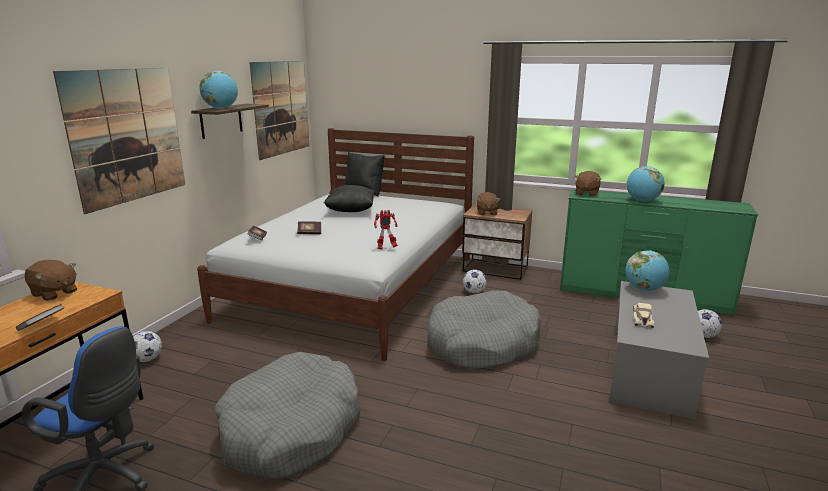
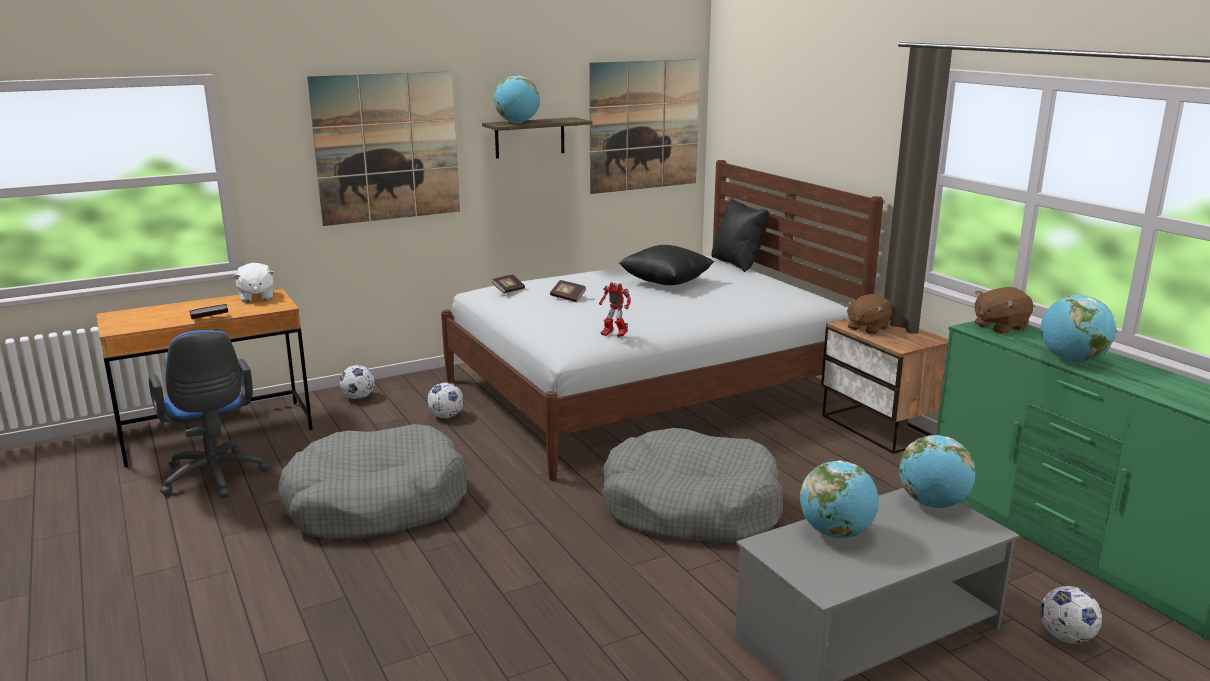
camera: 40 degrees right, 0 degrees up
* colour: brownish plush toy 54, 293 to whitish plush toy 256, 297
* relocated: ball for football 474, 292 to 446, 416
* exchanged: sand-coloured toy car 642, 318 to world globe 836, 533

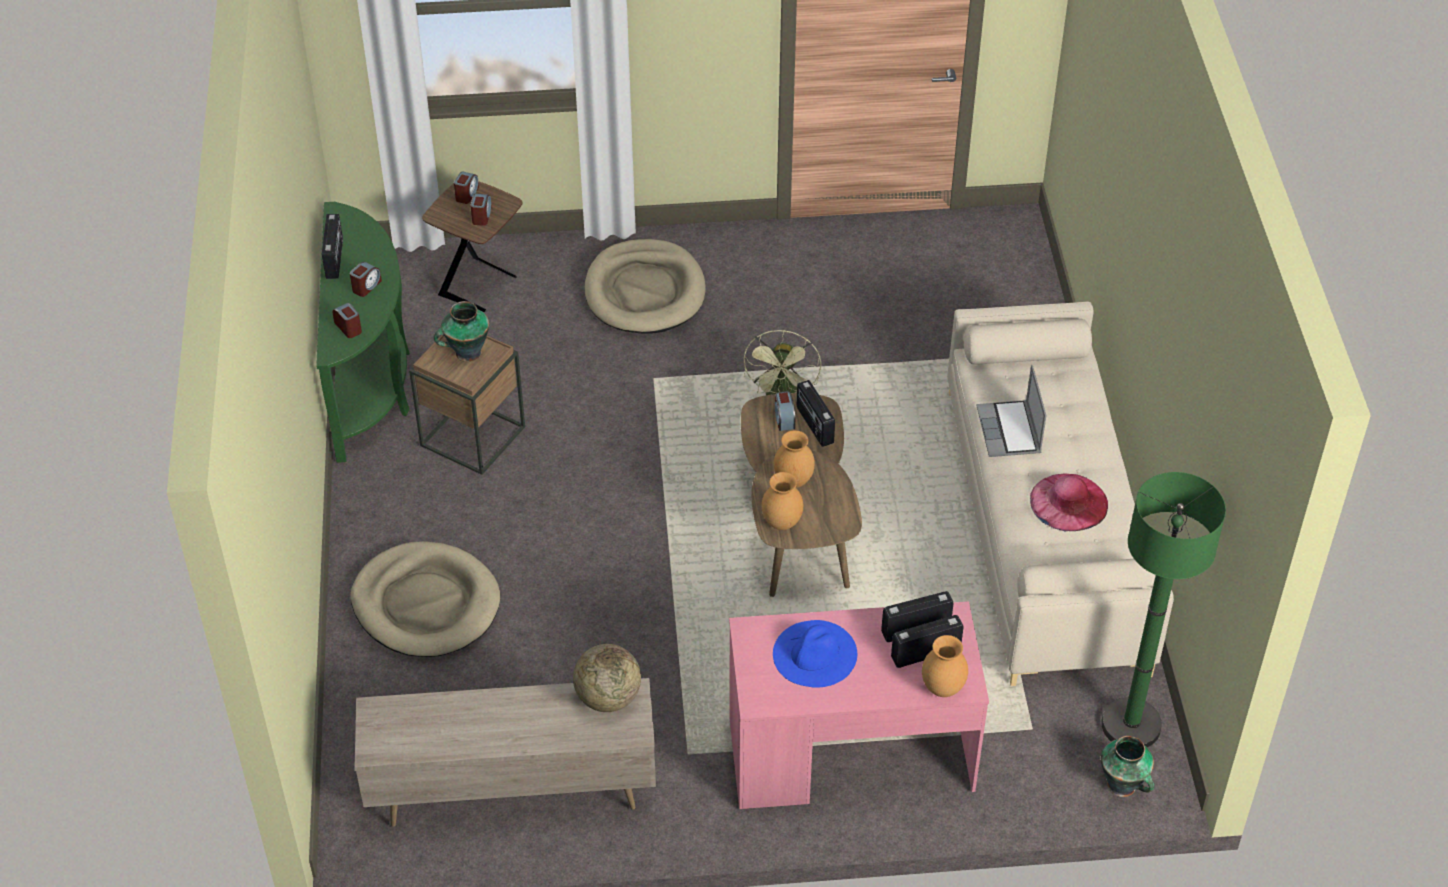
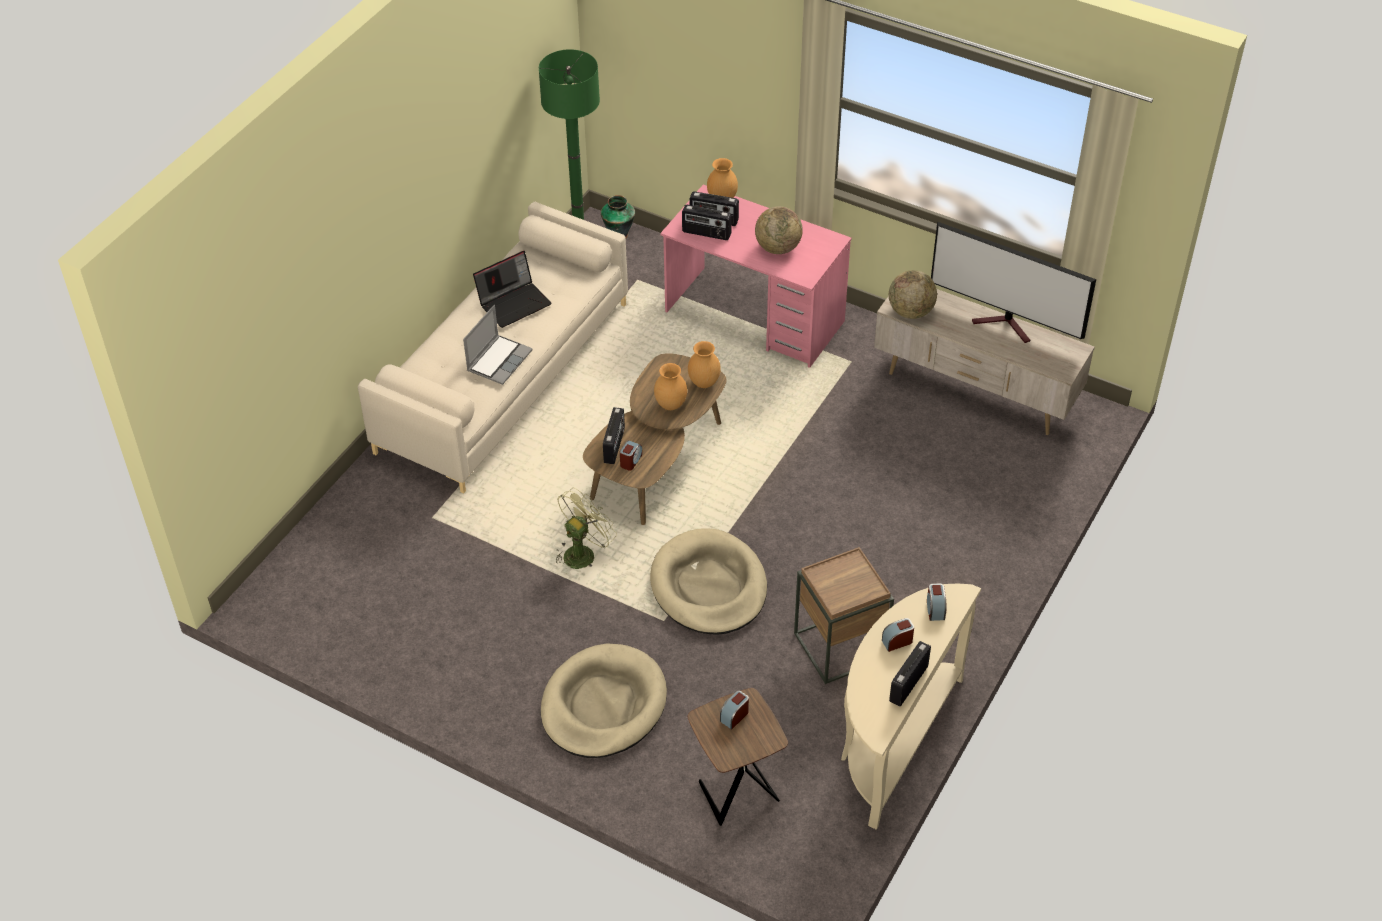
camera: 145 degrees left, 0 degrees up
* exchanged: pinkish clothing hat 1068, 502 to laptop 514, 302
* relocated: sand-coloured dog cushion 426, 604 to 709, 586
* exchanged: blue-coloured clothing hat 815, 654 to world globe 778, 248
* colour: greenish hall table 370, 384 to sand-coloured hall table 893, 740
* appeared: television 1006, 325
* missing: decorative vase 467, 353
* missing: table clock 467, 194

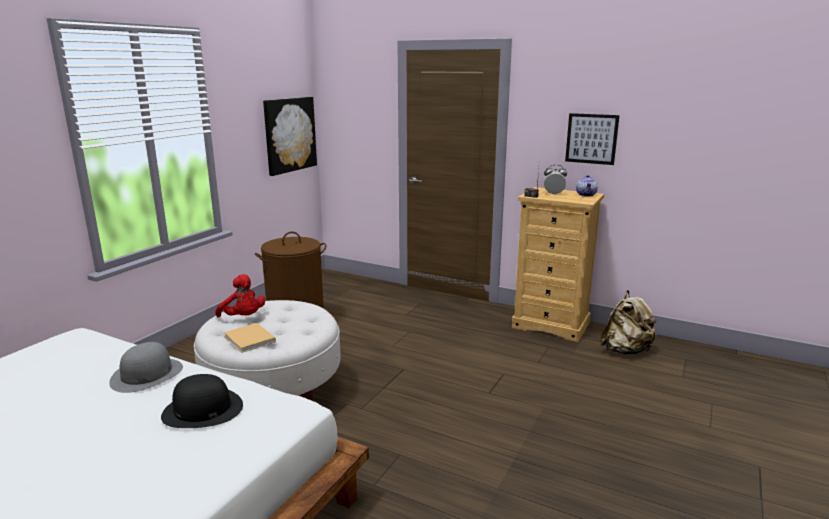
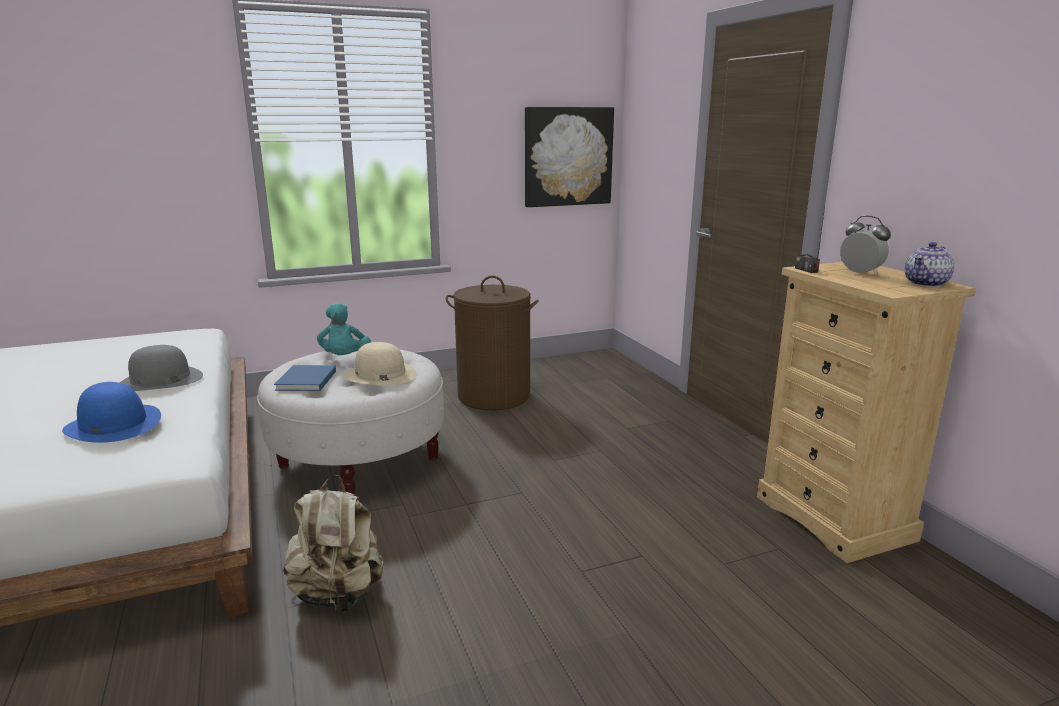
camera: 40 degrees right, 0 degrees up
* colour: black-coloured clothing hat 202, 410 to blue-coloured clothing hat 113, 424
* colour: sand-coloured book 250, 340 to blue-coloured book 305, 381
* relocated: sand-coloured rucksack 625, 350 to 338, 594
* colour: reddish plush toy 243, 318 to turquoise-coloured plush toy 344, 359
* appeared: sand-coloured clothing hat 380, 375
* missing: wall art 591, 138

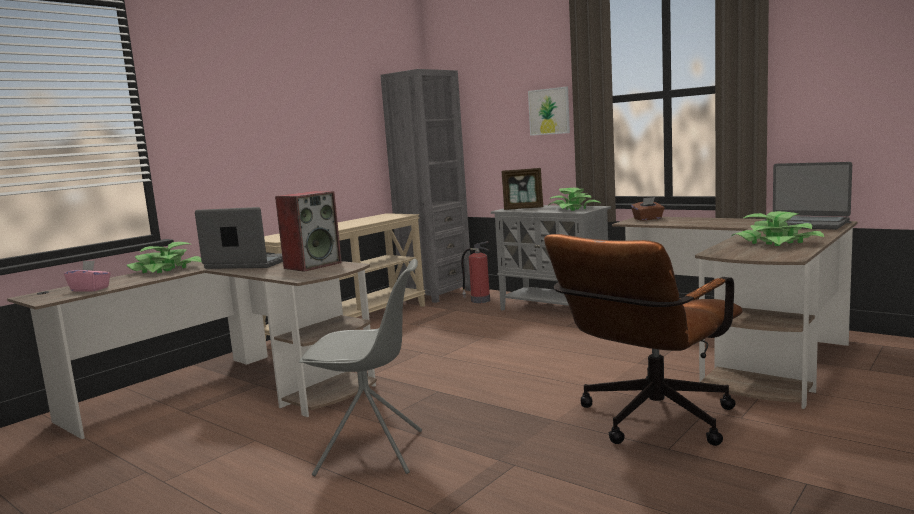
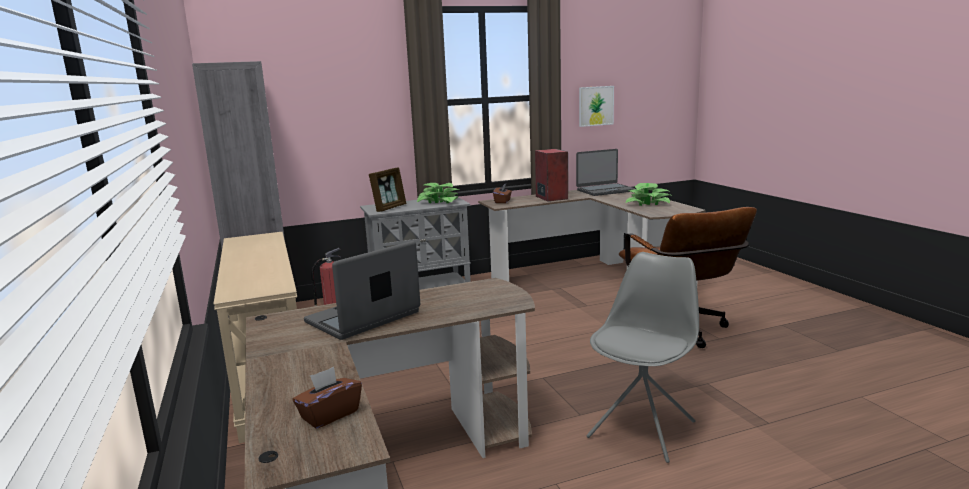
camera: 60 degrees left, 5 degrees up
* colour: pinkish tissue holder 90, 289 to brownish tissue holder 329, 415
* relocated: audio speaker 313, 265 to 551, 197
* relocated: wall art 549, 111 to 596, 106
* missing: houseplant 165, 270

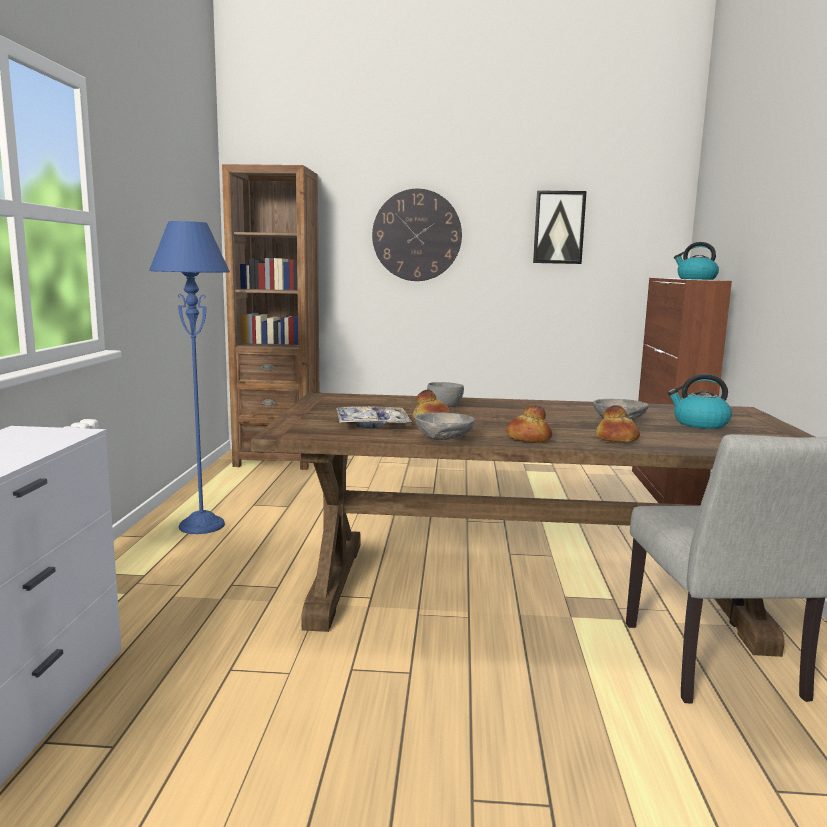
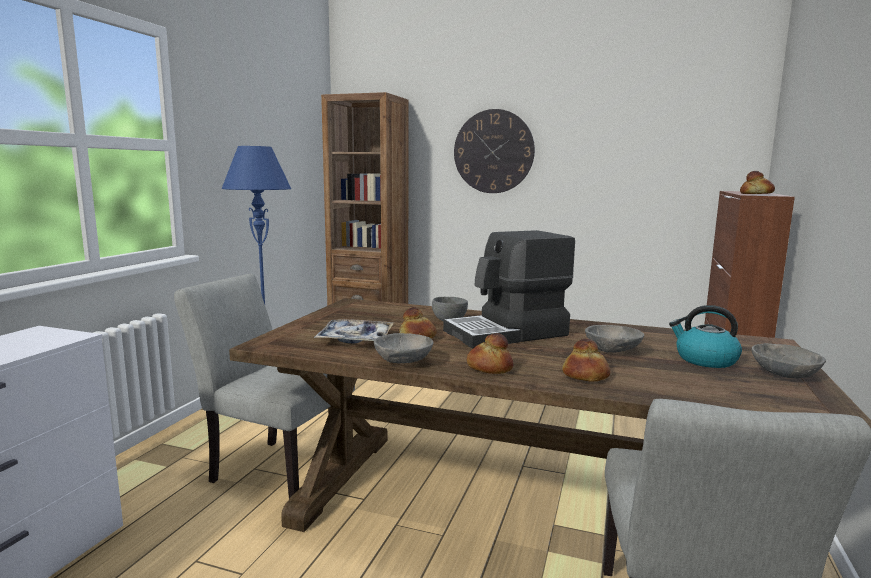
camera: 15 degrees right, 0 degrees up
* appeared: gray upright chair 274, 470
* appeared: coffee machine 507, 333
* exchanged: kettle 695, 279 to bakery bread 756, 194
* appeared: gray deep dish 783, 375
* missing: wall art 559, 227

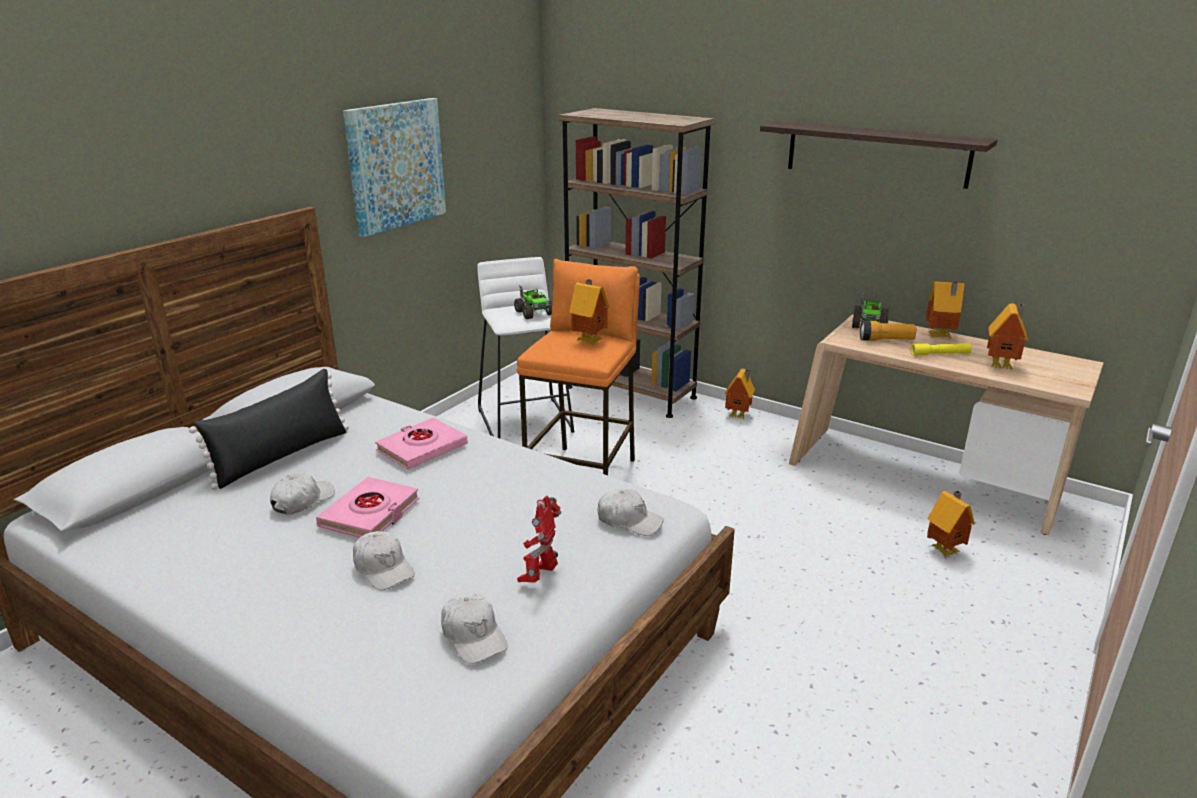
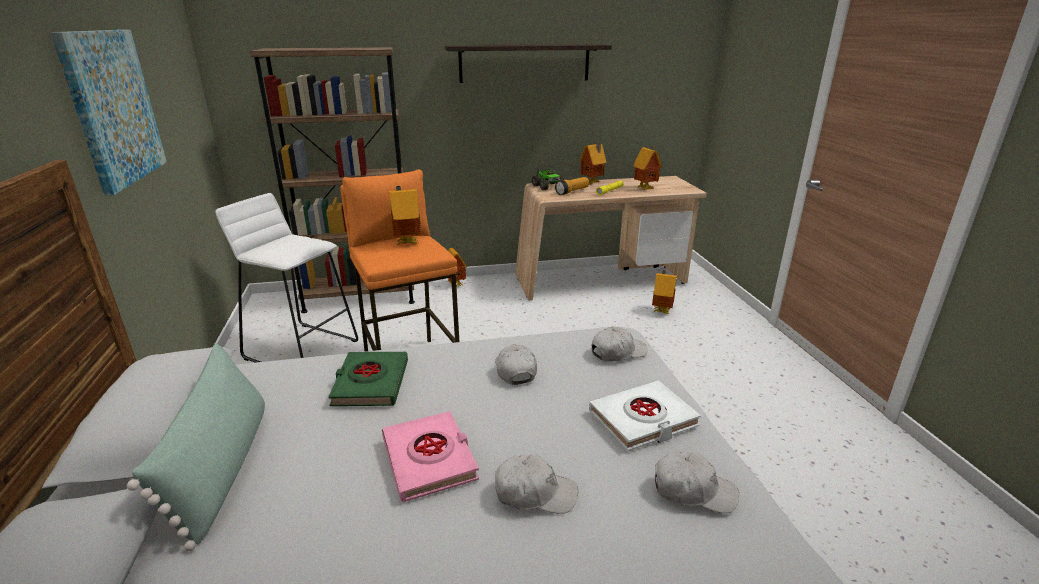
camera: 45 degrees left, 0 degrees up
* colour: black-coloured cushion 282, 456 to greenish cushion 222, 467
* colour: pinkish book 422, 448 to greenish book 370, 383
* relocated: whitish peaked cap 302, 501 to 515, 370
* exchanged: model robot 540, 577 to whitish book 643, 420
* missing: toy truck 535, 313

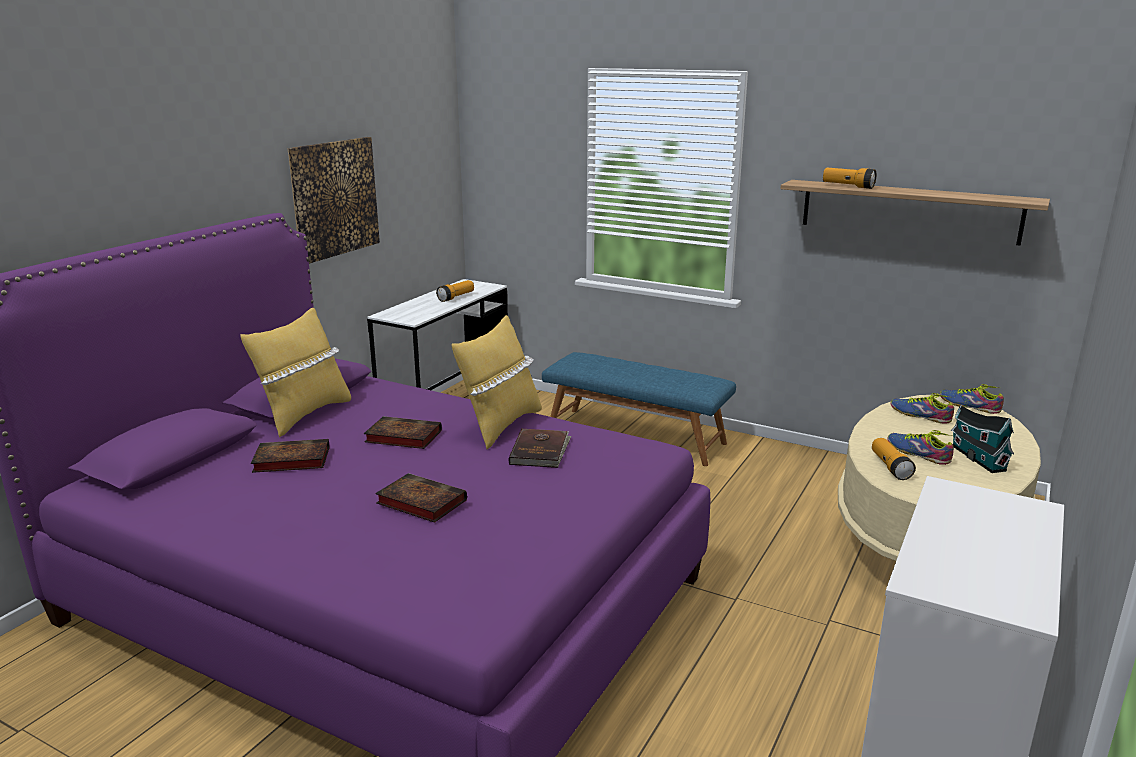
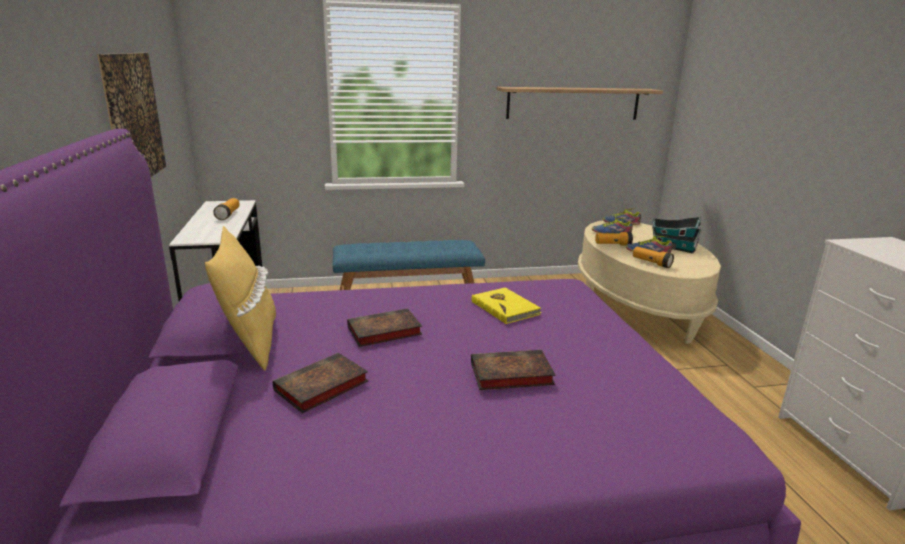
camera: 40 degrees left, 0 degrees up
* colour: brownish book 540, 451 to yellow-coloured book 505, 307
* relocated: flashlight 848, 186 to 613, 245
* missing: yellow-coloured cushion 500, 426

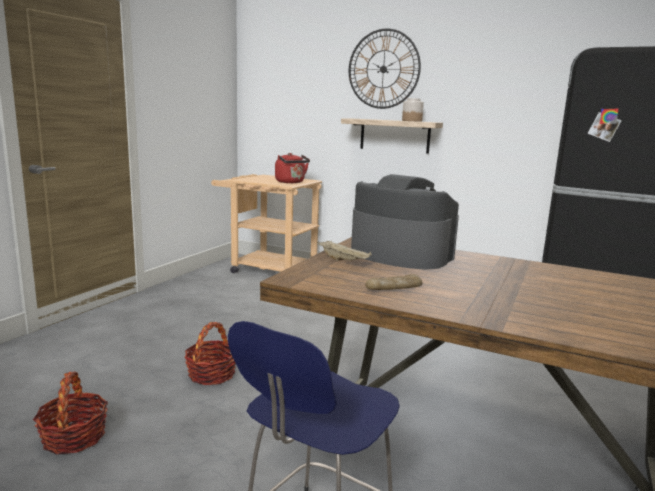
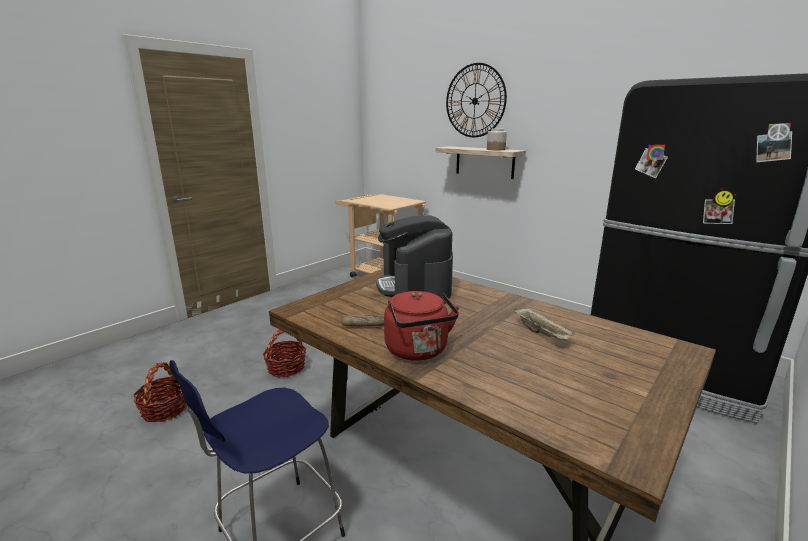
camera: 15 degrees right, 5 degrees up
* spun: coffee machine 400, 255 = 414, 287 150 degrees counterclockwise
* relocated: reddish kettle 291, 182 to 418, 351
* relocated: sand-coloured carrying tray 344, 261 to 542, 334

